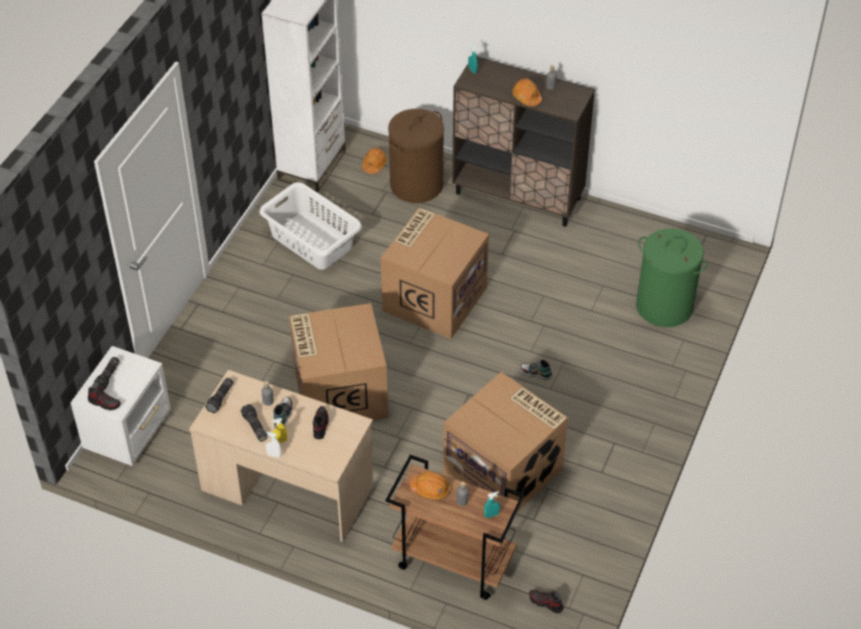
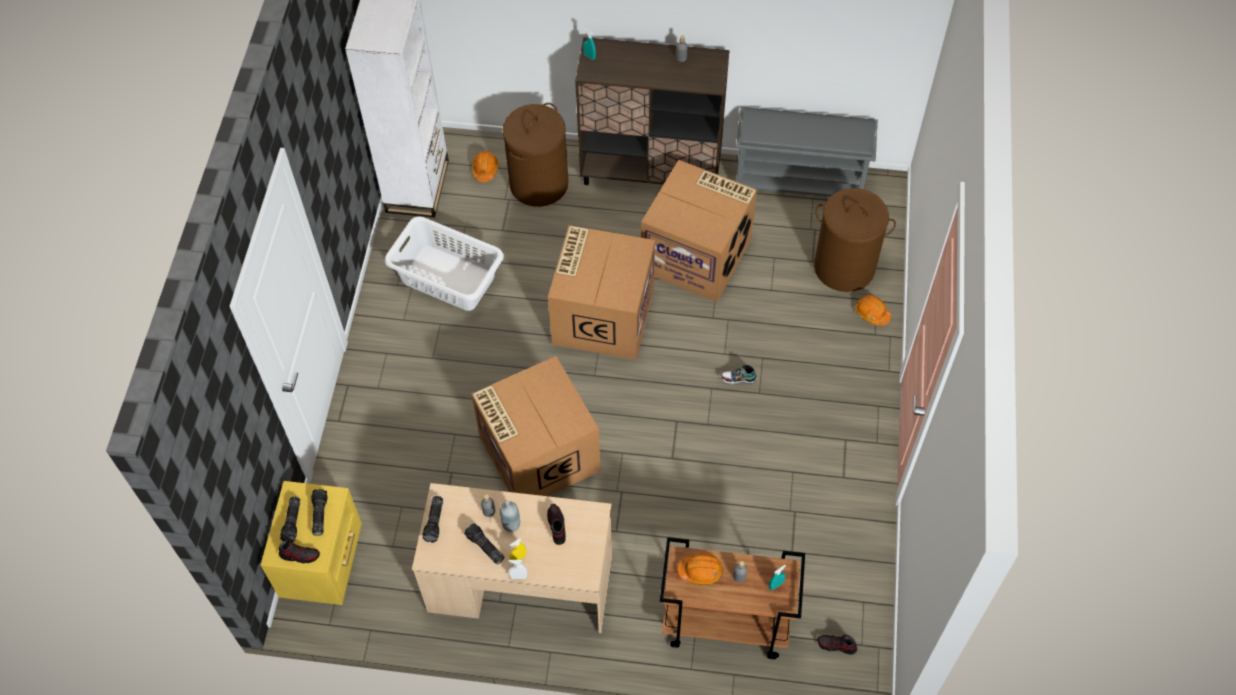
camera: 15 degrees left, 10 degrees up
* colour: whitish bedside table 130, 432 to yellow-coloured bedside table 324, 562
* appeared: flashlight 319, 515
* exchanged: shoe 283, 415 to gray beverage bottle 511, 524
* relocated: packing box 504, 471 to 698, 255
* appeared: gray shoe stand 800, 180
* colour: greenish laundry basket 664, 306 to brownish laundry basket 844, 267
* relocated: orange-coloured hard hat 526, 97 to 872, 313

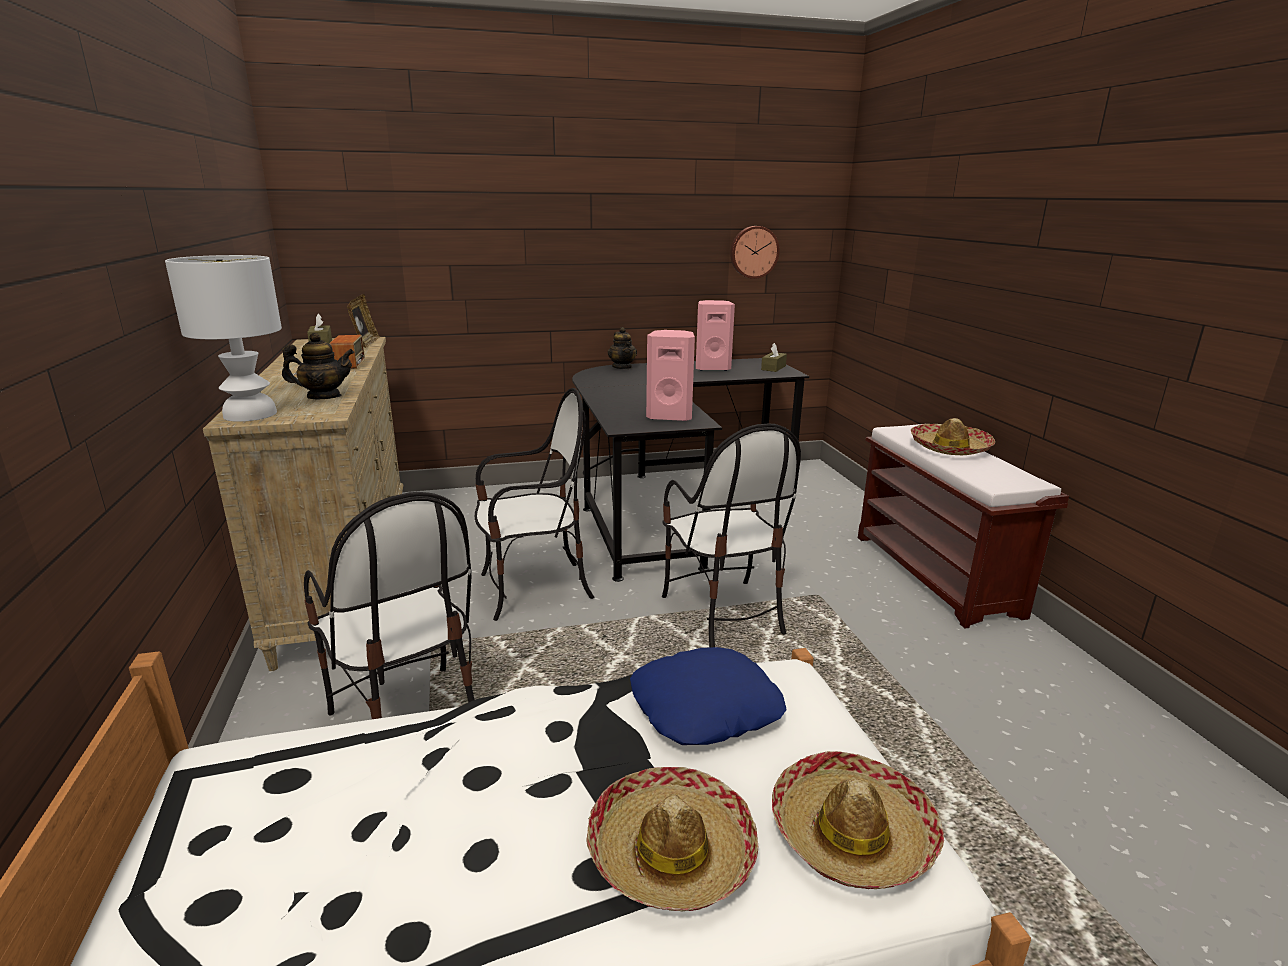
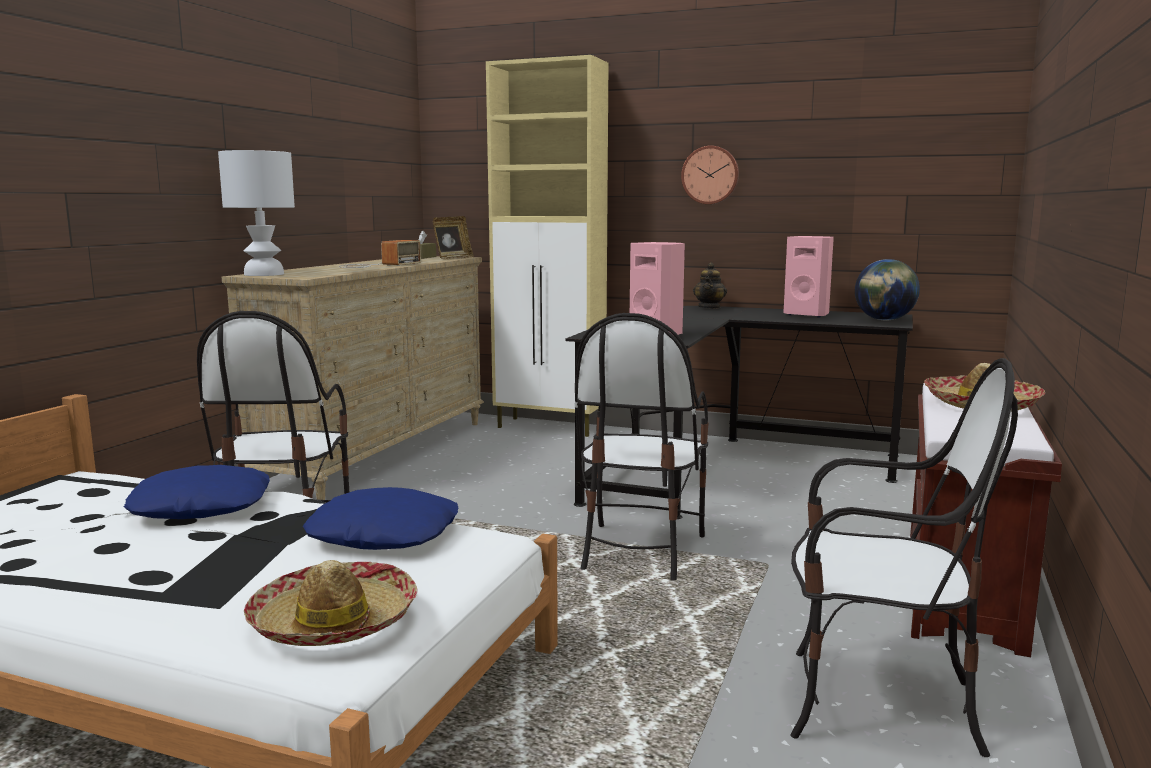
camera: 35 degrees right, 10 degrees down
* appeared: blue-coloured cushion 202, 506
* appeared: sand-coloured storage cabinet 551, 427
* relocated: hanging clock 753, 252 to 710, 175
* relocated: upright chair 534, 589 to 878, 704
* exchanged: brownish tissue holder 773, 368 to world globe 884, 320
* missing: pot for tea 324, 397
* missing: clothing hat 671, 851

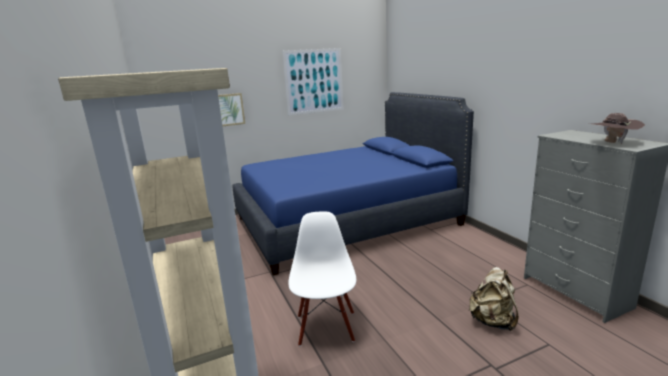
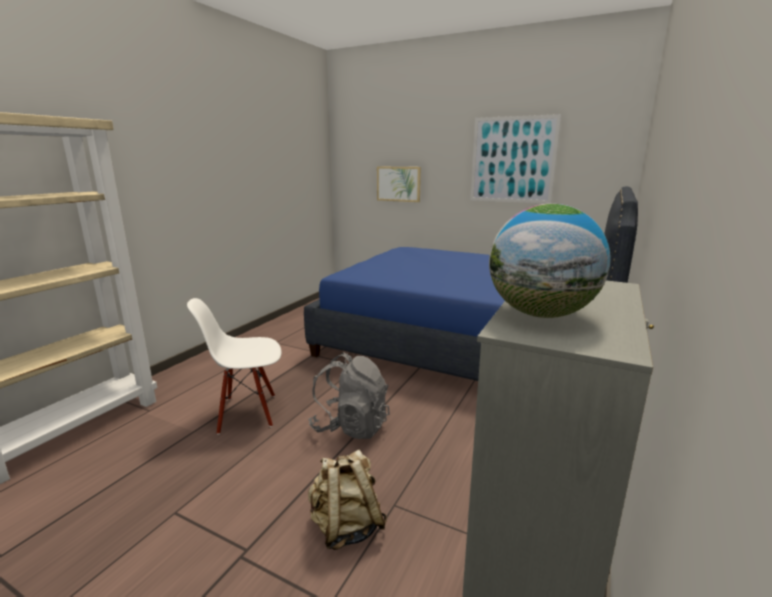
camera: 50 degrees right, 0 degrees up
* spun: whitish upright chair 326, 328 = 247, 413 150 degrees counterclockwise
* appeared: gray rucksack 351, 426
* exchanged: brownish clothing hat 612, 143 to world globe 540, 314

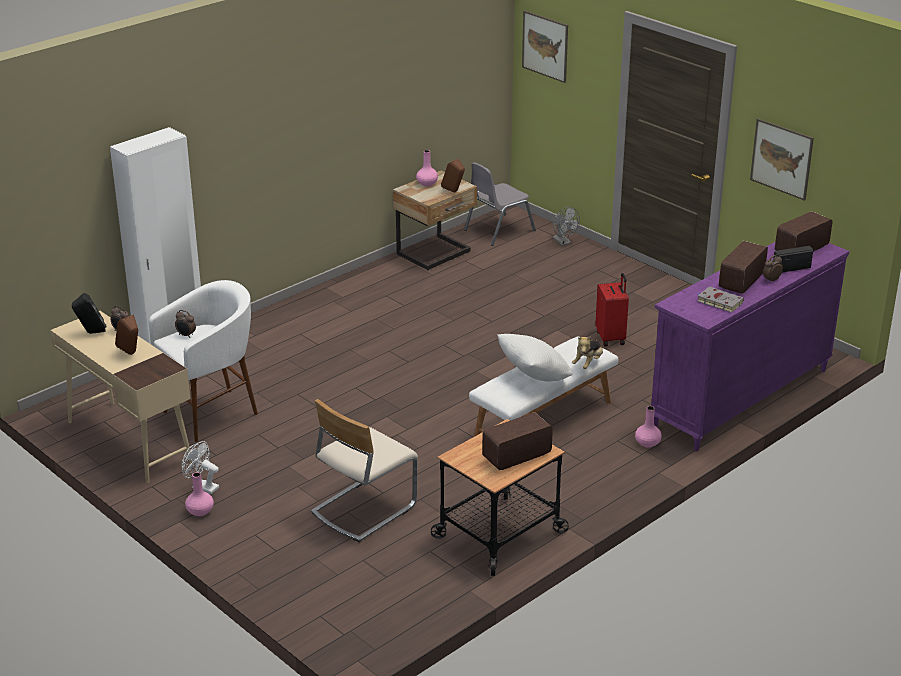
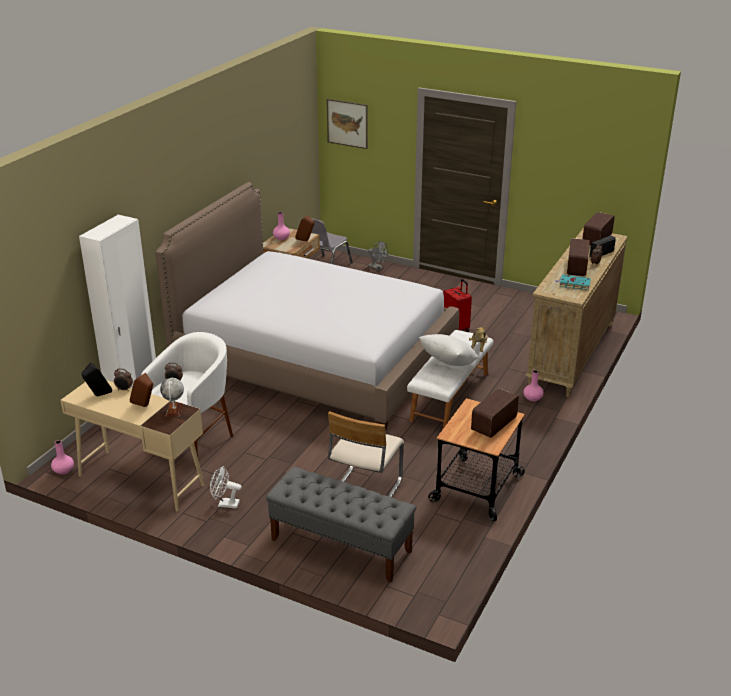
camera: 20 degrees left, 0 degrees up
* relocated: pinkish decorative vase 199, 511 to 63, 471
* appeared: bedroom bed 315, 360
* appeared: world globe 174, 410
* appeared: gray bench 340, 545
* colour: purple-coloured drawer chest 740, 398 to sand-coloured drawer chest 571, 354
* colour: gray book 718, 302 to turquoise-coloured book 573, 284
* missing: wall art 781, 159

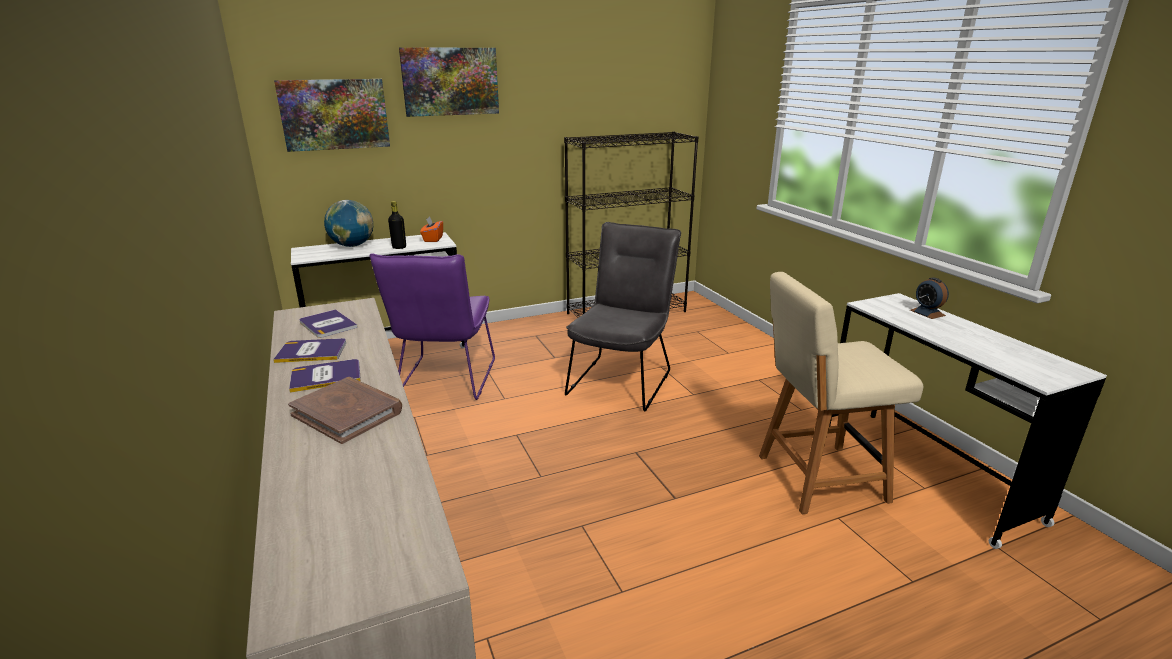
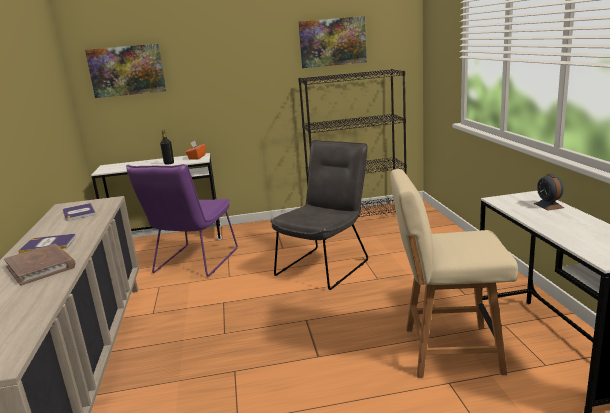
camera: 15 degrees right, 5 degrees down
* relocated: wall art 450, 81 to 332, 42
* missing: book 312, 351
* missing: world globe 352, 246

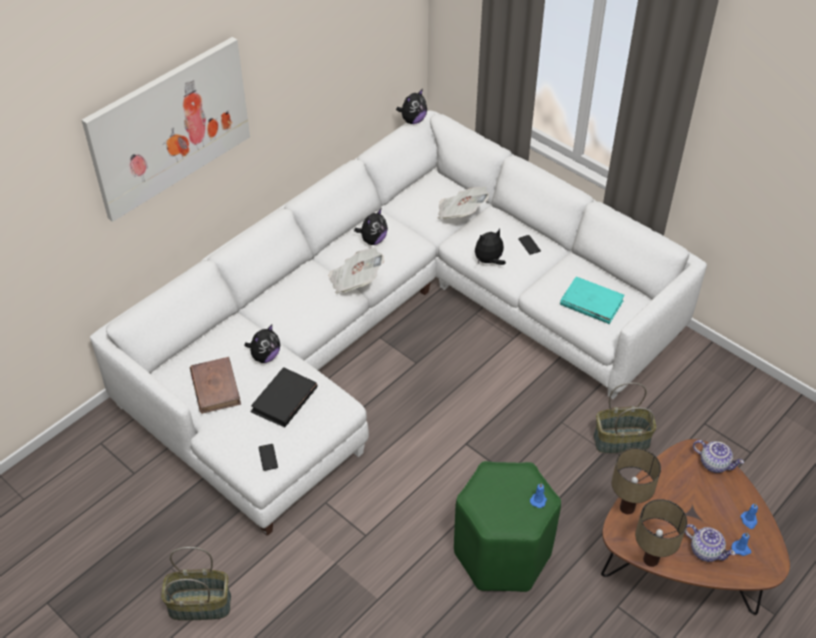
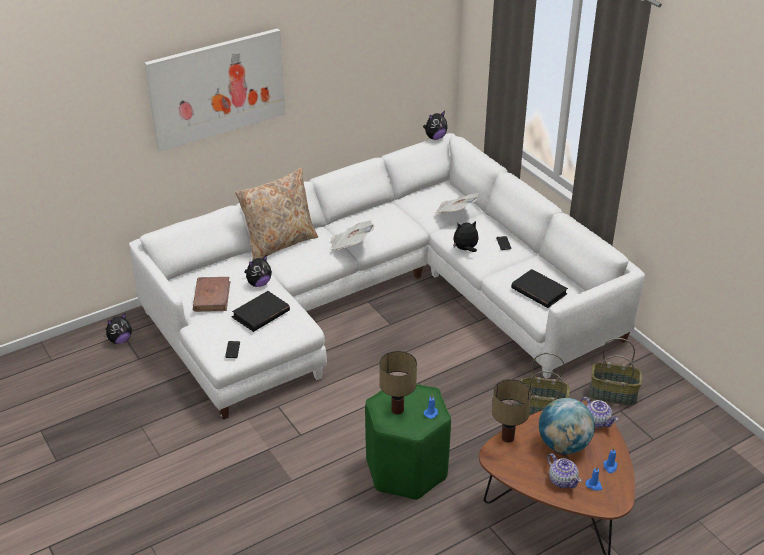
camera: 15 degrees right, 10 degrees down
* relocated: plush toy 373, 240 to 120, 340
* appeared: sand-coloured cushion 279, 243
* relocated: table lamp 651, 559 to 398, 409
* colour: turquoise-coloured book 591, 303 to black-coloured book 538, 291
* appeared: world globe 563, 445
* relocated: household basket 200, 604 to 613, 394

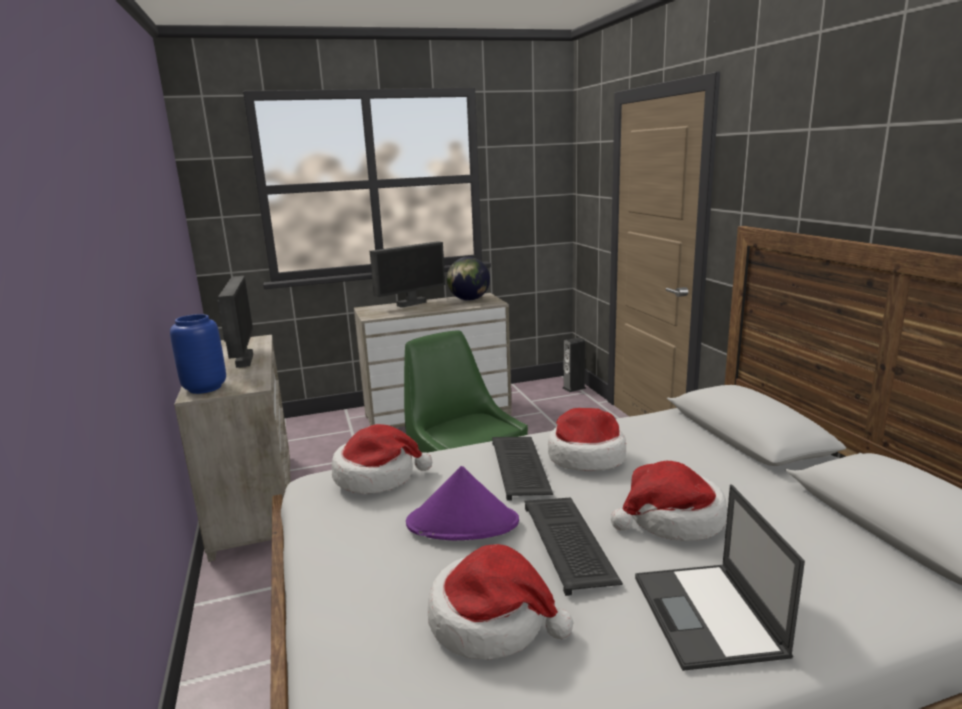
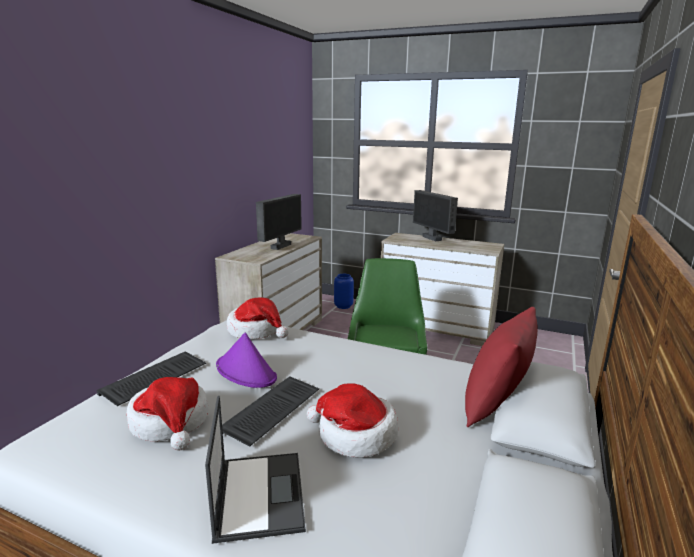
camera: 40 degrees right, 0 degrees up
* relocated: computer keyboard 521, 468 to 154, 380
* spun: laptop 708, 616 = 259, 494 135 degrees clockwise
* relocated: blue-coloured decorative vase 206, 387 to 344, 306
* spun: computer display 411, 304 = 432, 238 60 degrees clockwise
* appeared: reddish cushion 496, 406
* missing: world globe 469, 300
* missing: clothing hat 586, 456
* missing: audio speaker 574, 388

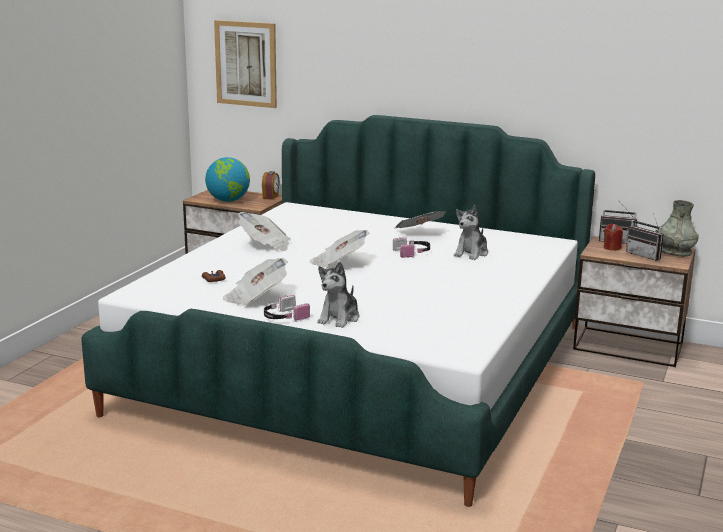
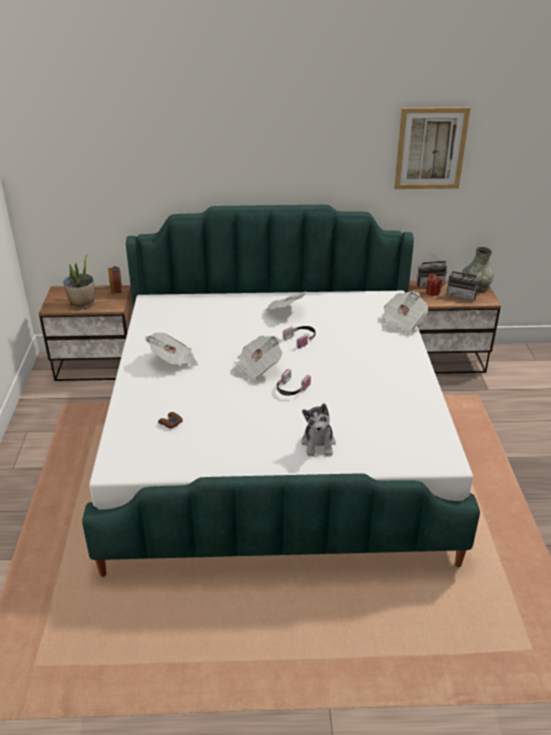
camera: 25 degrees left, 15 degrees up
* exchanged: world globe 228, 200 to houseplant 82, 304
* relocated: pair of headphones 284, 317 to 291, 389
* relocated: printed paper 255, 298 to 401, 324
* relocated: wall art 246, 64 to 430, 148
* missing: plush toy 471, 253

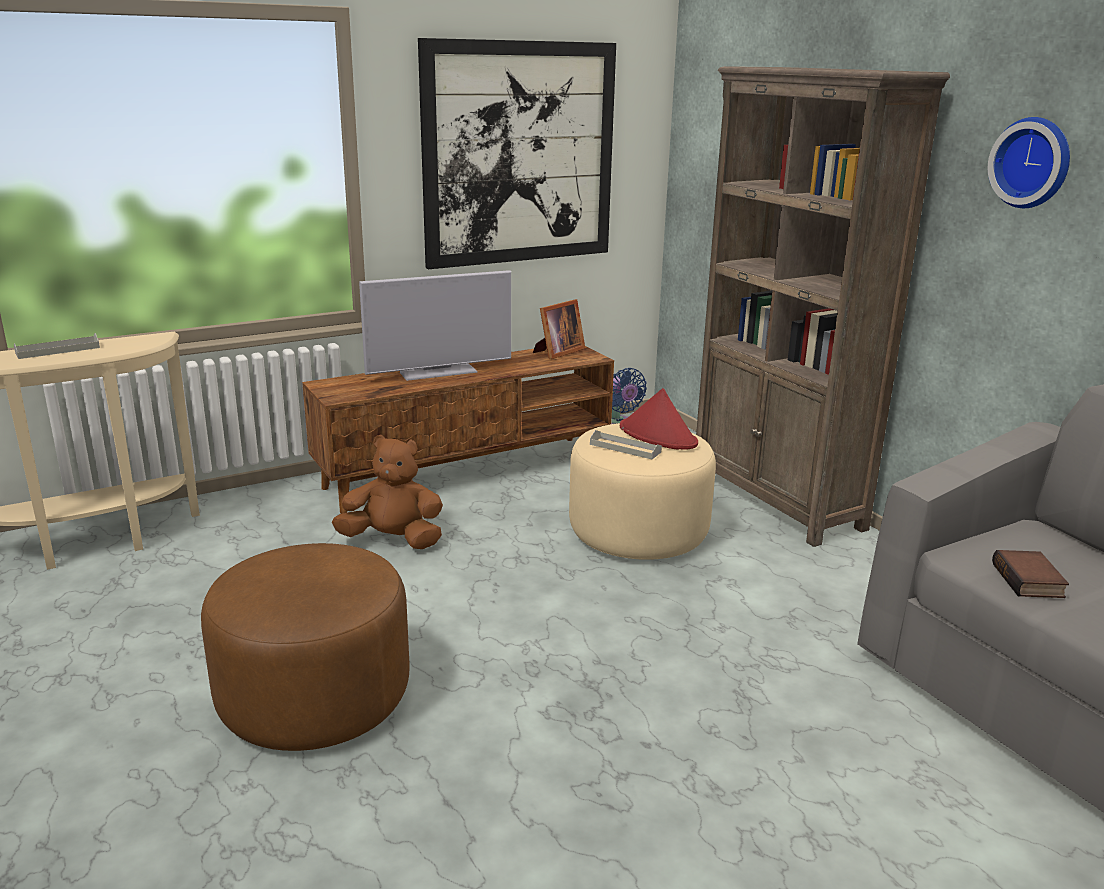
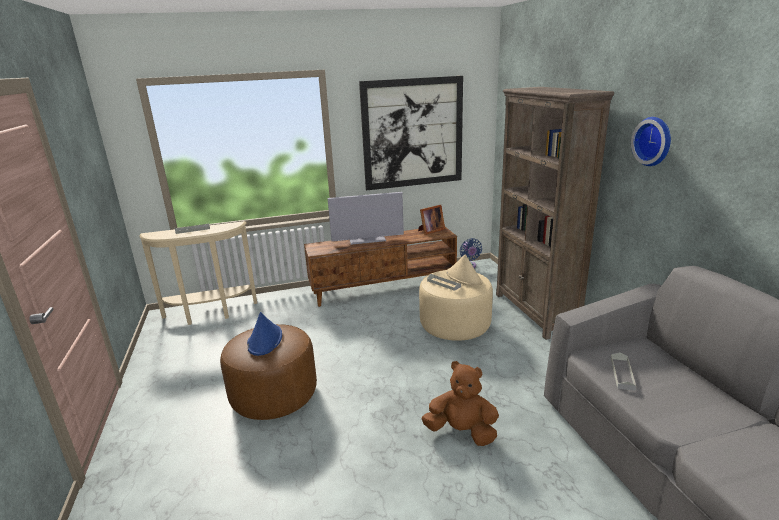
camera: 15 degrees right, 0 degrees up
* appeared: blue-coloured clothing hat 265, 340
* relocated: brownish plush toy 393, 540 to 461, 432
* colour: reddish clothing hat 658, 436 to sand-coloured clothing hat 464, 277
* exchanged: book 1030, 581 to gray carrying tray 622, 373

